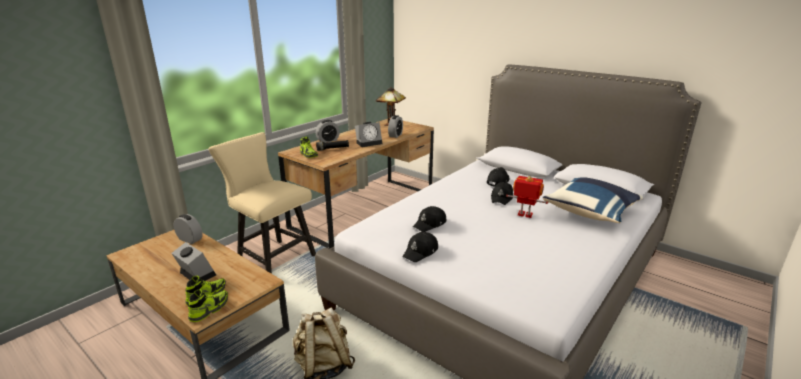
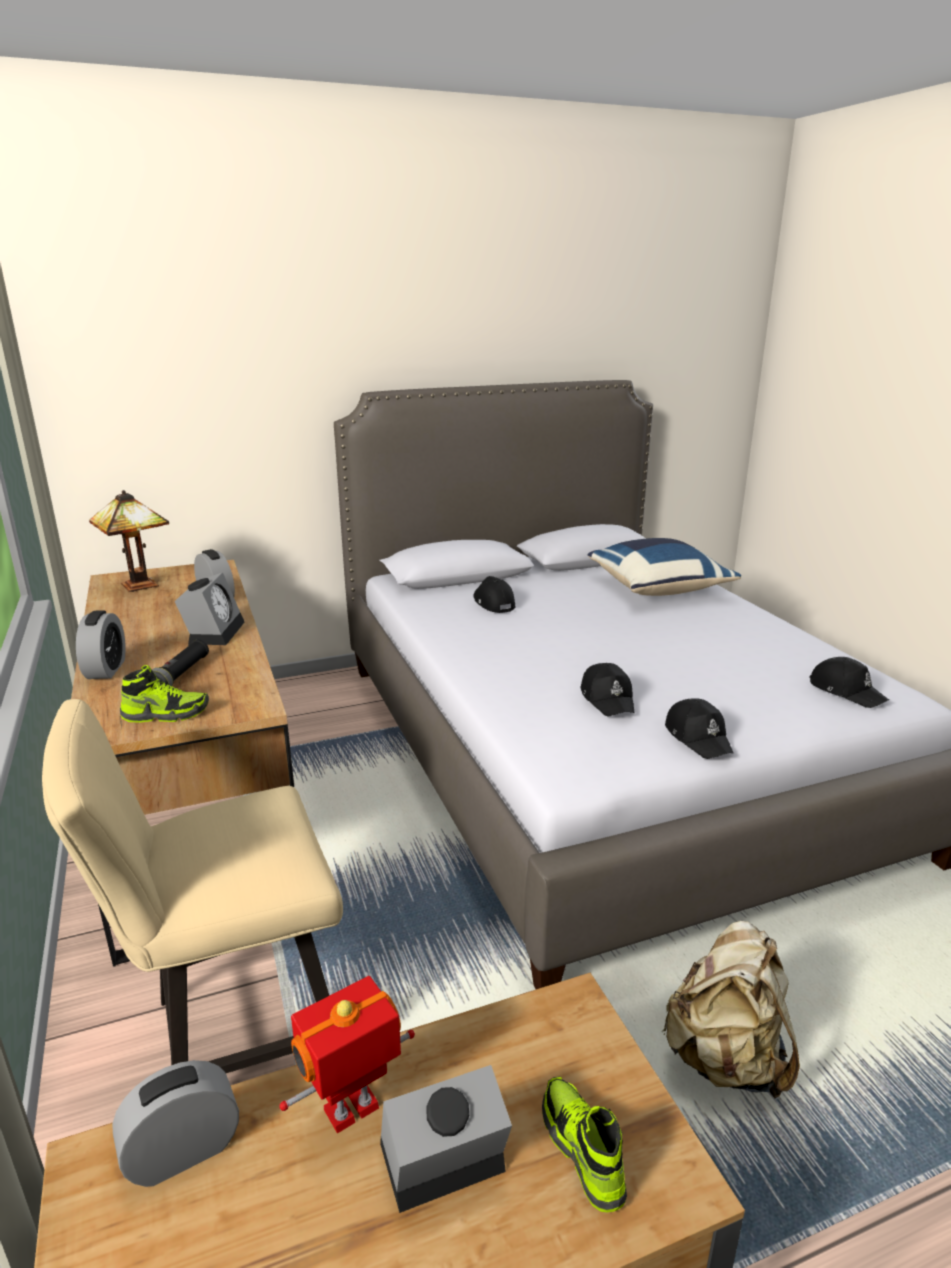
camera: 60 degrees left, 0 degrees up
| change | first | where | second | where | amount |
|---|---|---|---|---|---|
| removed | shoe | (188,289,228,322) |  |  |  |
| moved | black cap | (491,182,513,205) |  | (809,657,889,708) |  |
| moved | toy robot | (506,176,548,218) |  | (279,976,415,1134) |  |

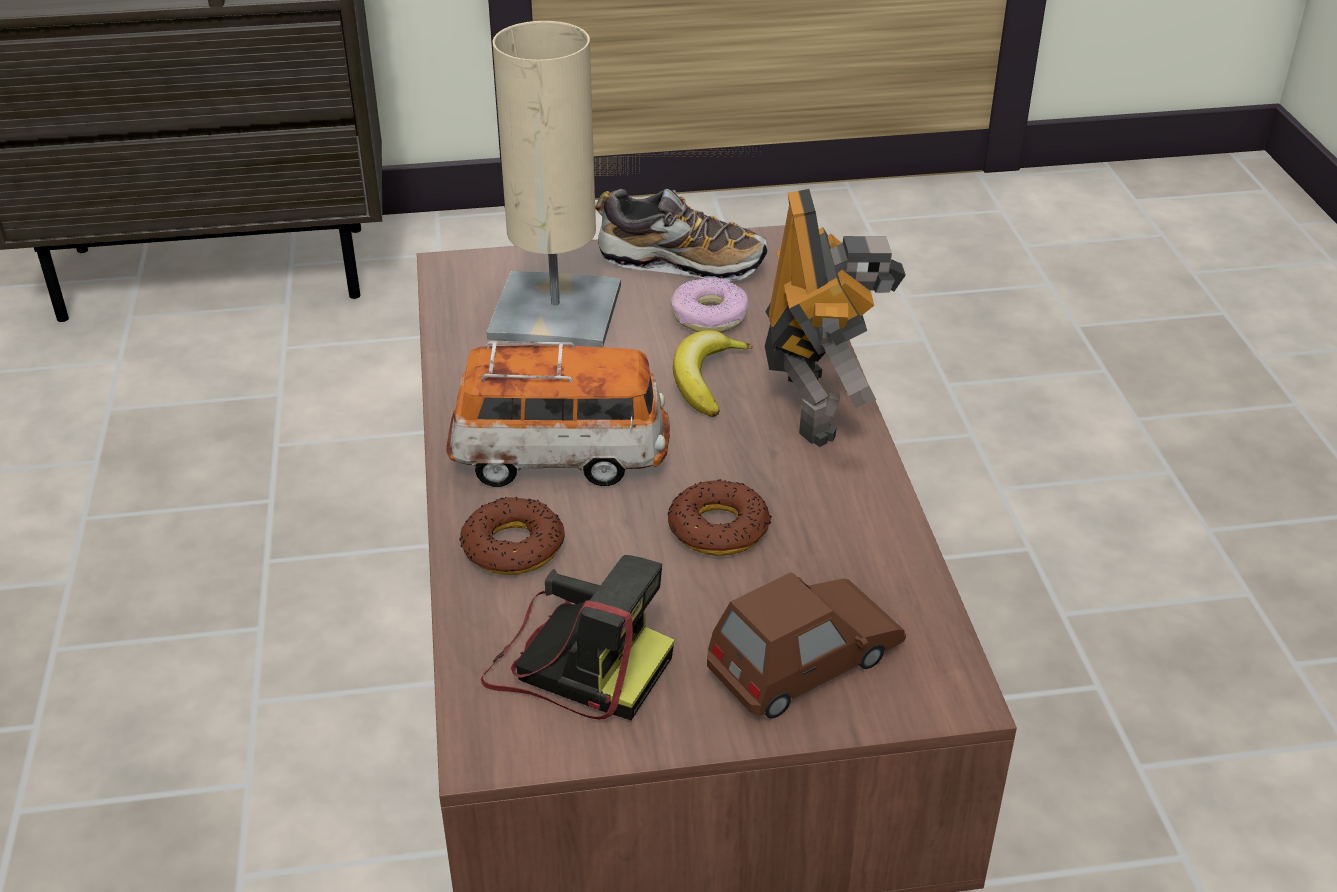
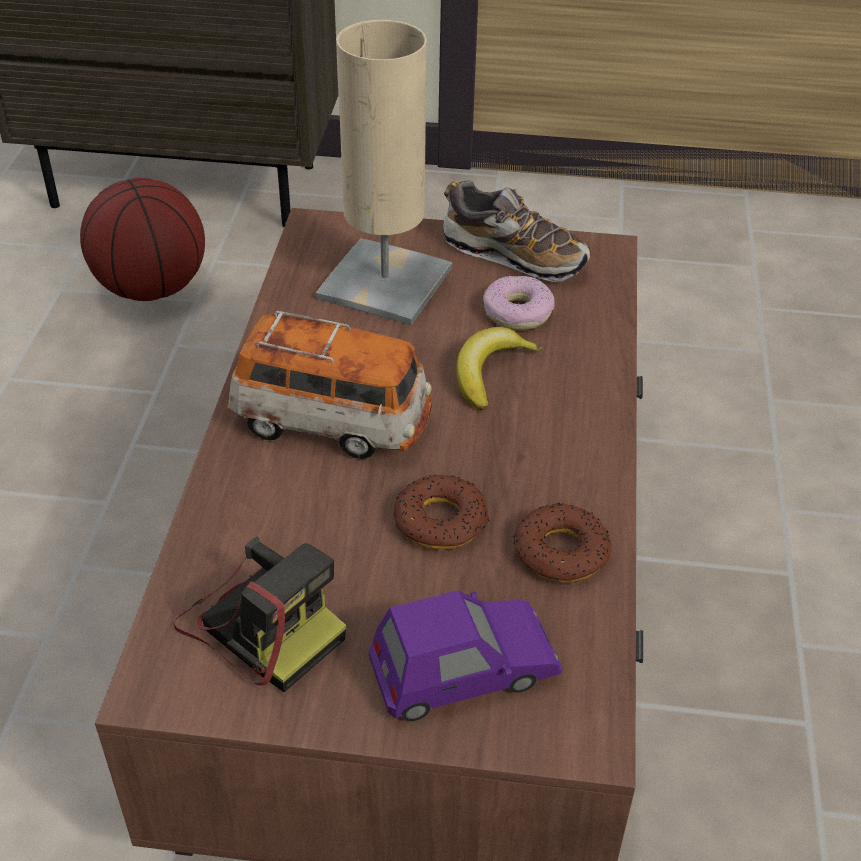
camera: 15 degrees right, 5 degrees up
| change | first | where | second | where | amount |
|---|---|---|---|---|---|
| moved | donut | (460,497,565,575) |  | (514,502,612,582) |  |
| recoloured | brown toy car | (707,572,906,719) | purple toy car | (369,590,563,721) |  |
| removed | toy robot | (765,189,906,447) |  |  |  |
| added |  |  | basketball | (80,178,205,301) |  |

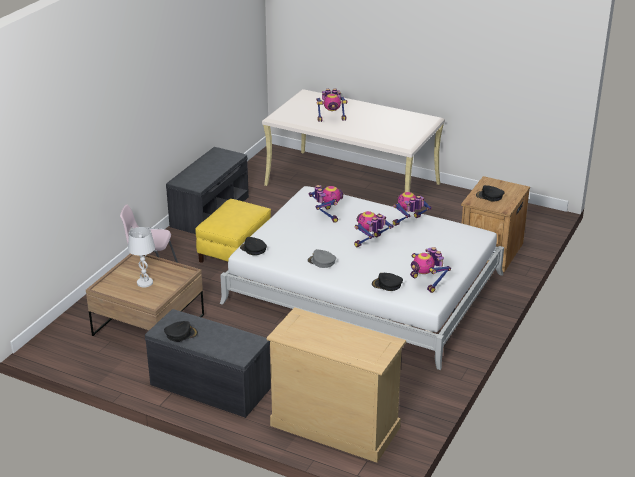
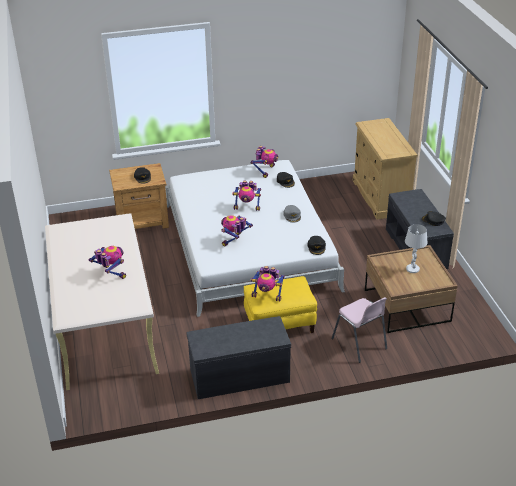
camera: 130 degrees left, 5 degrees up
| change | first | where | second | where | amount |
|---|---|---|---|---|---|
| moved | toy robot | (393,192,432,226) |  | (250,266,285,301) |  |

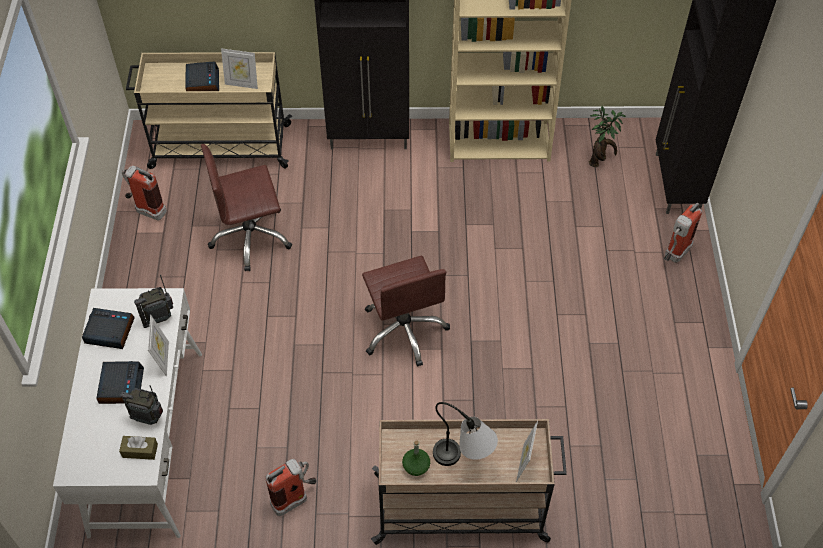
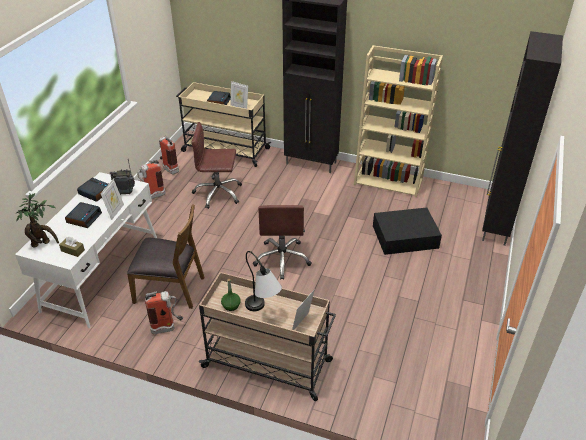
camera: 20 degrees right, 15 degrees down
| change | first | where | second | where | amount |
|---|---|---|---|---|---|
| removed | radio | (120,385,163,425) |  |  |  |
| moved | potted plant | (589,106,626,167) |  | (15,193,59,247) |  |
| moved | fire extinguisher | (664,203,702,263) |  | (137,159,165,199) |  |
| added |  |  | brown chair | (127,204,205,309) |  |
| added |  |  | black storage box | (373,207,442,255) |  |

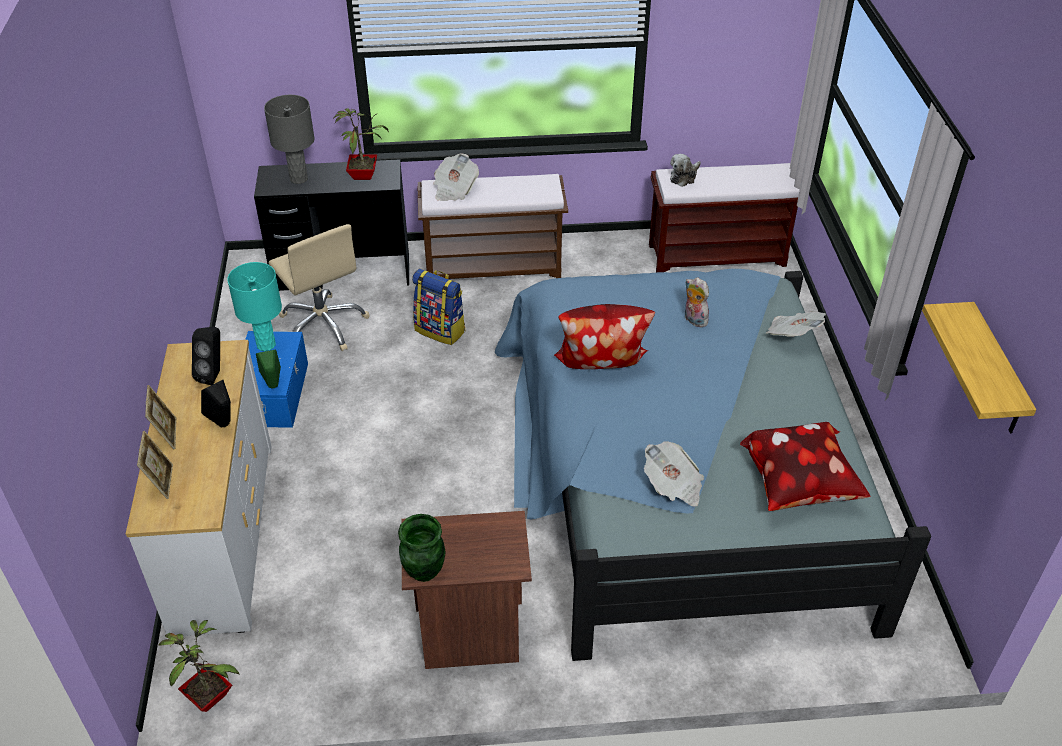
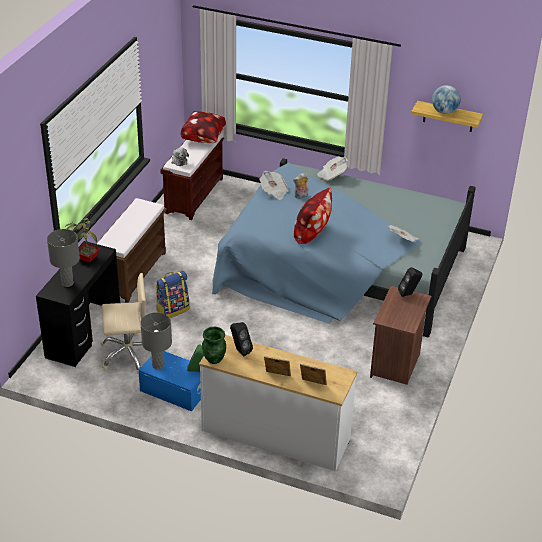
camera: 65 degrees left, 5 degrees down
| change | first | where | second | where | amount |
|---|---|---|---|---|---|
| removed | potted plant | (159,620,240,712) |  |  |  |
| moved | black speaker | (201,380,231,427) |  | (398,267,422,297) |  |
| recoloured | turquoise table lamp | (227,262,282,351) | grey table lamp | (140,312,172,370) |  |
| moved | green vase | (398,514,446,582) |  | (202,327,226,364) |  |
| moved | newspaper | (433,153,479,201) |  | (259,171,289,200) |  |
| moved | pillow | (740,422,870,511) |  | (180,111,226,143) |  |
| added |  |  | globe | (432,85,461,114) |  |

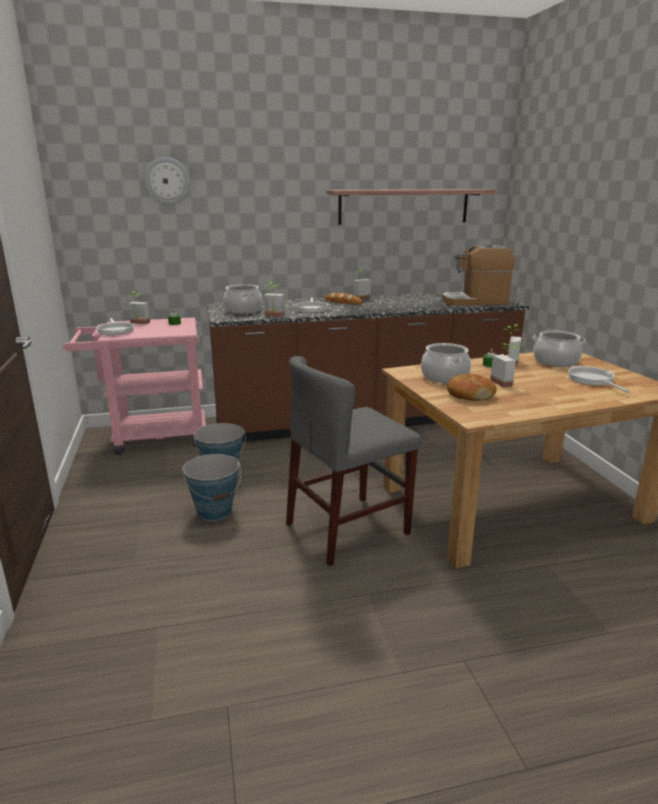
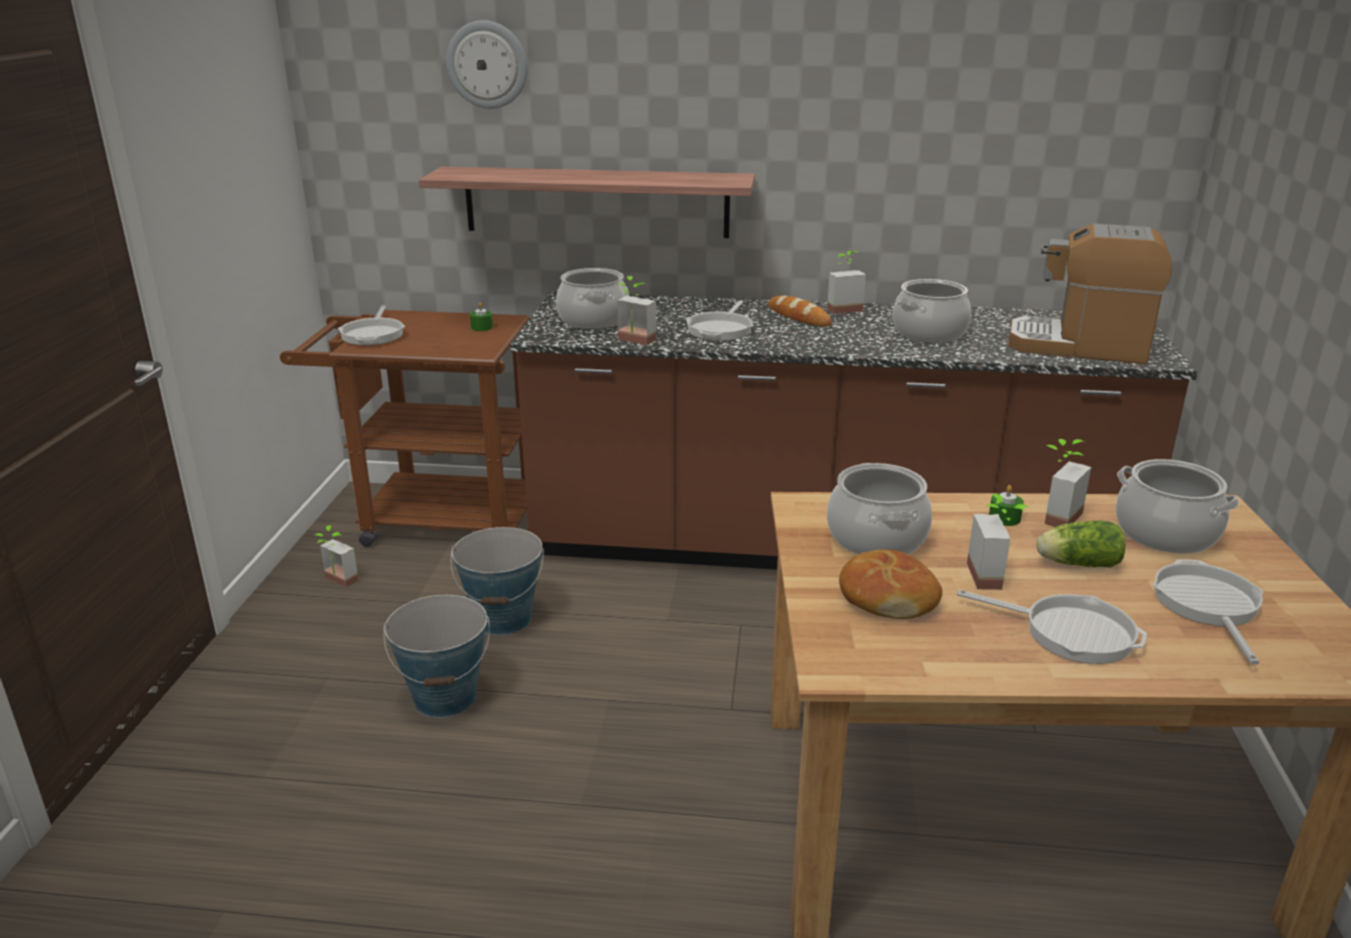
camera: 20 degrees right, 5 degrees up
| change | first | where | second | where | amount |
|---|---|---|---|---|---|
| recoloured | pink cart | (63,317,206,455) | brown cart | (280,310,530,547) |  |
| moved | potted plant | (128,291,150,324) |  | (315,525,359,588) |  |
| removed | grey chair | (286,356,421,566) |  |  |  |
| moved | shelf | (326,189,495,225) |  | (419,167,755,238) |  |
| added |  |  | cooking pot | (892,279,971,343) |  |
| added |  |  | frying pan | (957,590,1147,664) |  |
| added |  |  | lettuce | (1036,521,1125,568) |  |

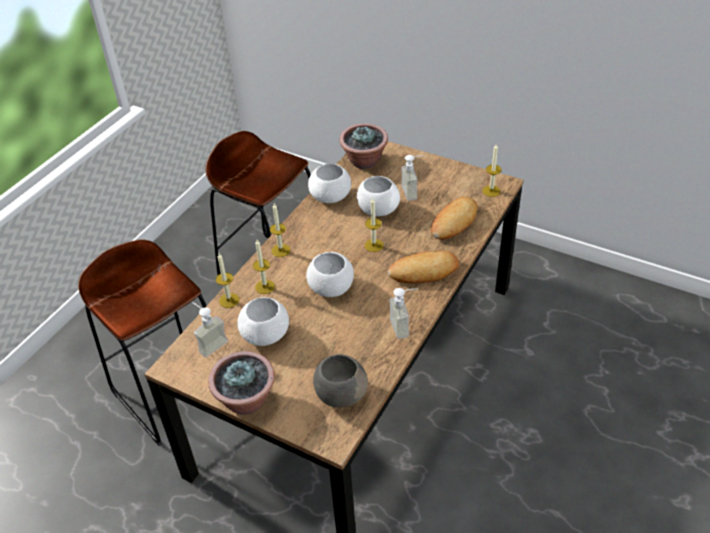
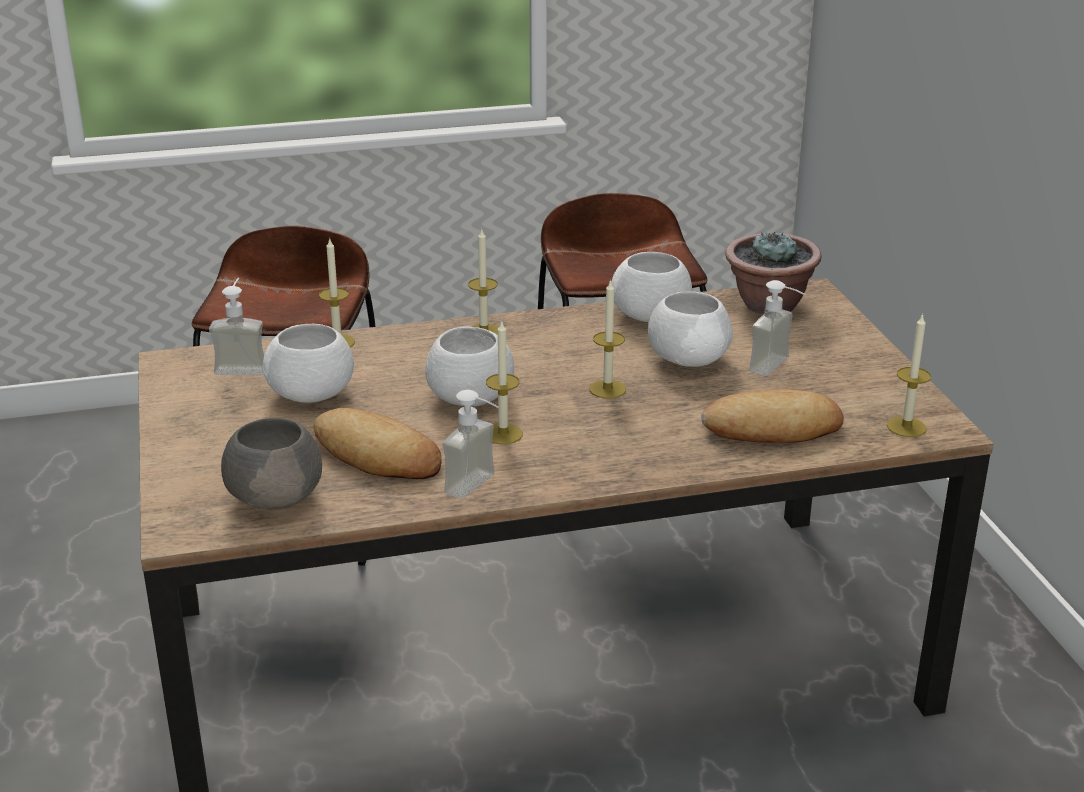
camera: 45 degrees right, 15 degrees down
| change | first | where | second | where | amount |
|---|---|---|---|---|---|
| removed | potted plant | (208,351,275,415) |  |  |  |
| moved | candle | (253,240,275,294) |  | (486,320,523,444) |  |
| moved | bread | (388,251,459,283) |  | (314,408,441,479) |  |

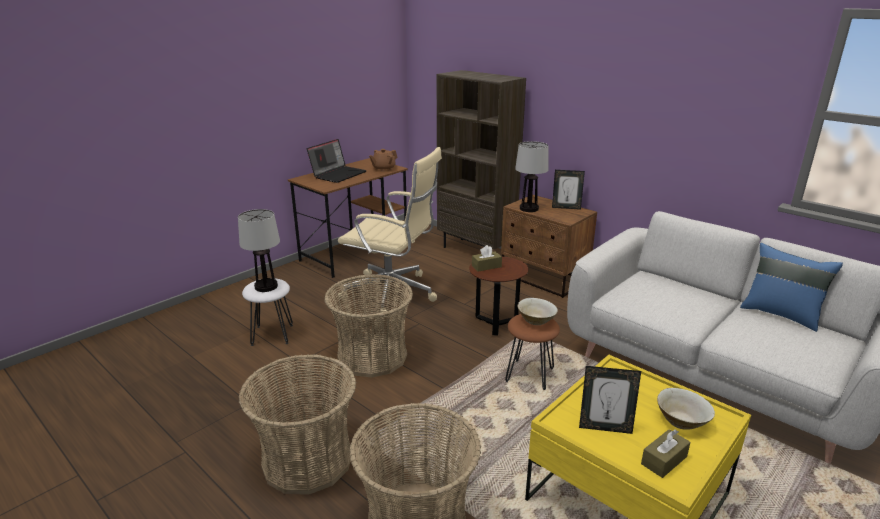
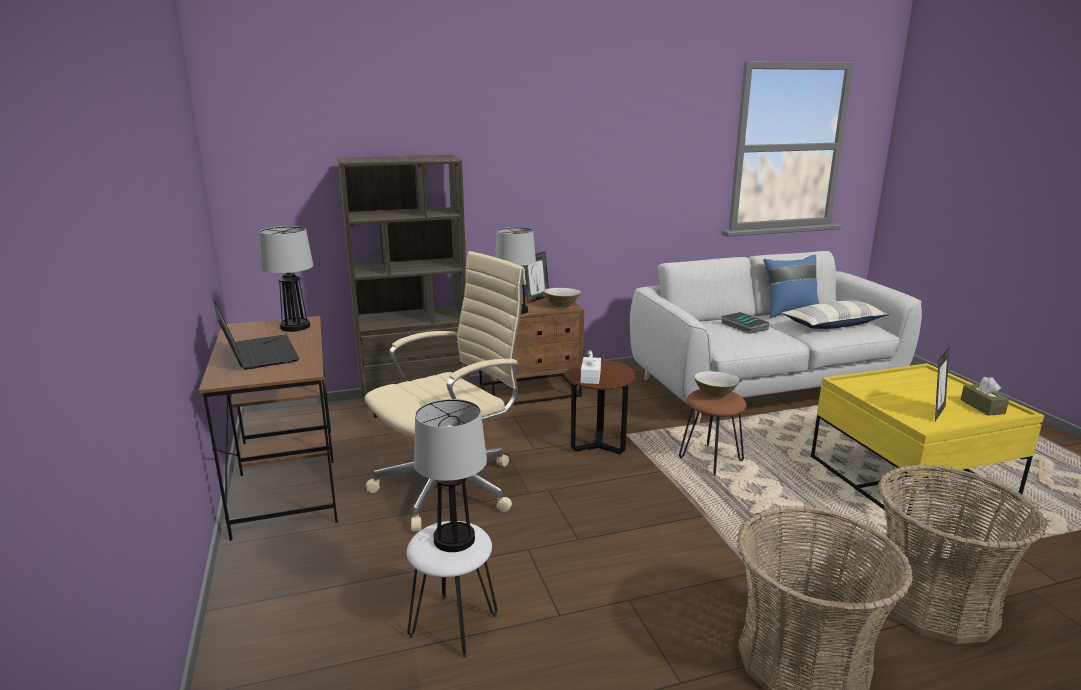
camera: 60 degrees left, 5 degrees down
| change | first | where | second | where | amount |
|---|---|---|---|---|---|
| removed | basket | (324,274,413,378) |  |  |  |
| replaced | brown teapot | (369,149,397,172) | table lamp | (259,226,313,332) |  |
| recoloured | brown tissue box | (472,245,502,272) | white tissue box | (581,350,601,384) |  |
| moved | beige bowl | (657,388,715,430) |  | (544,288,581,307) |  |
| added |  |  | book | (722,312,770,334) |  |
| added |  |  | pillow | (782,300,889,329) |  |

